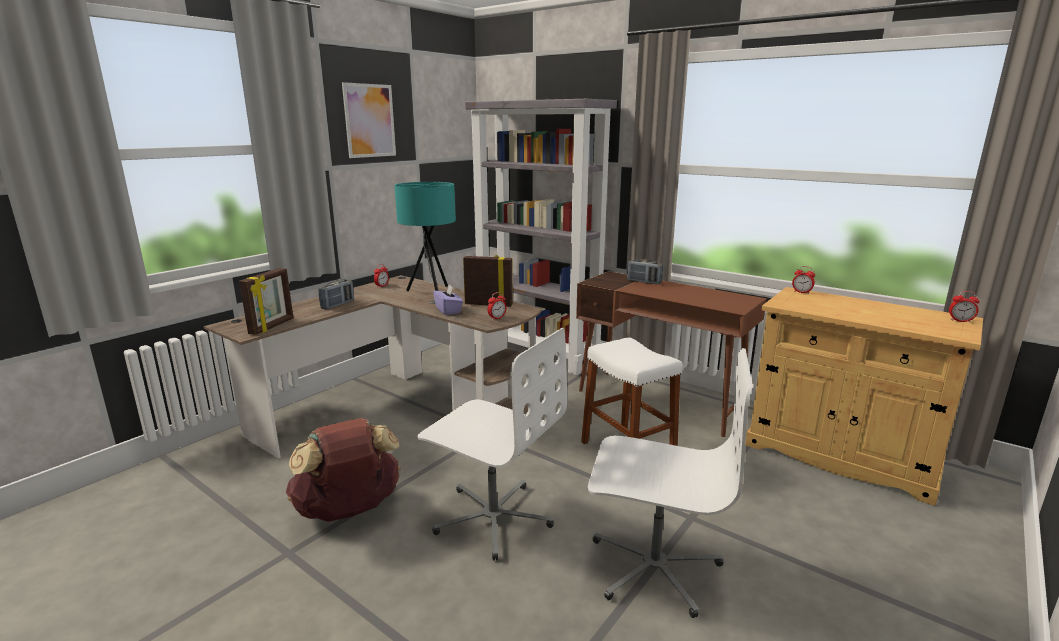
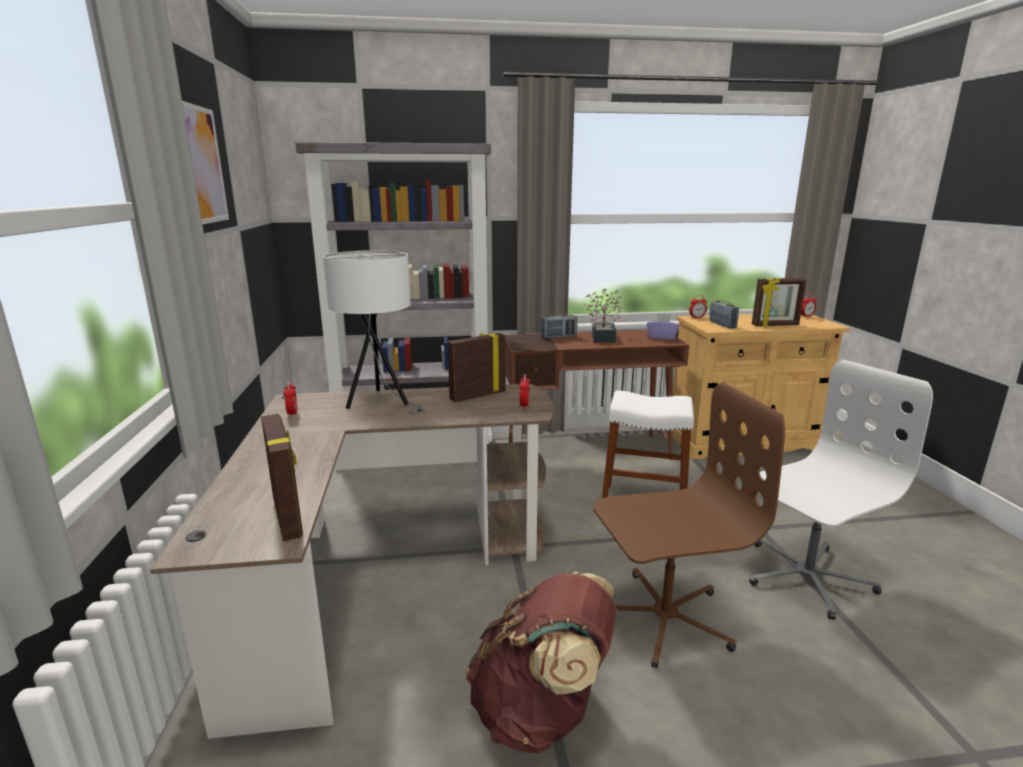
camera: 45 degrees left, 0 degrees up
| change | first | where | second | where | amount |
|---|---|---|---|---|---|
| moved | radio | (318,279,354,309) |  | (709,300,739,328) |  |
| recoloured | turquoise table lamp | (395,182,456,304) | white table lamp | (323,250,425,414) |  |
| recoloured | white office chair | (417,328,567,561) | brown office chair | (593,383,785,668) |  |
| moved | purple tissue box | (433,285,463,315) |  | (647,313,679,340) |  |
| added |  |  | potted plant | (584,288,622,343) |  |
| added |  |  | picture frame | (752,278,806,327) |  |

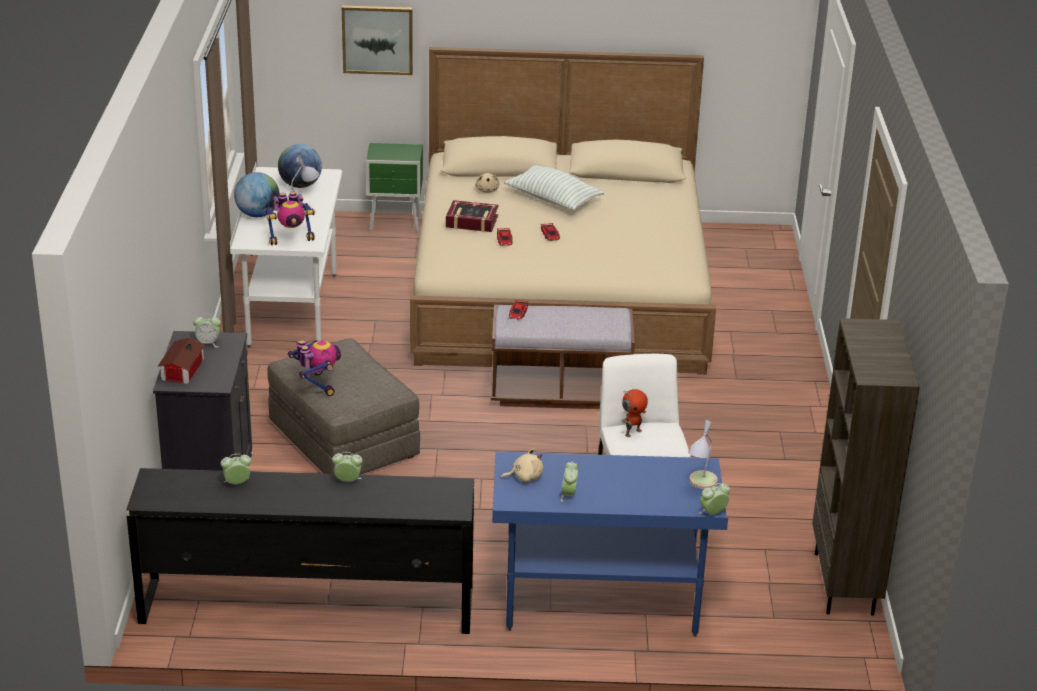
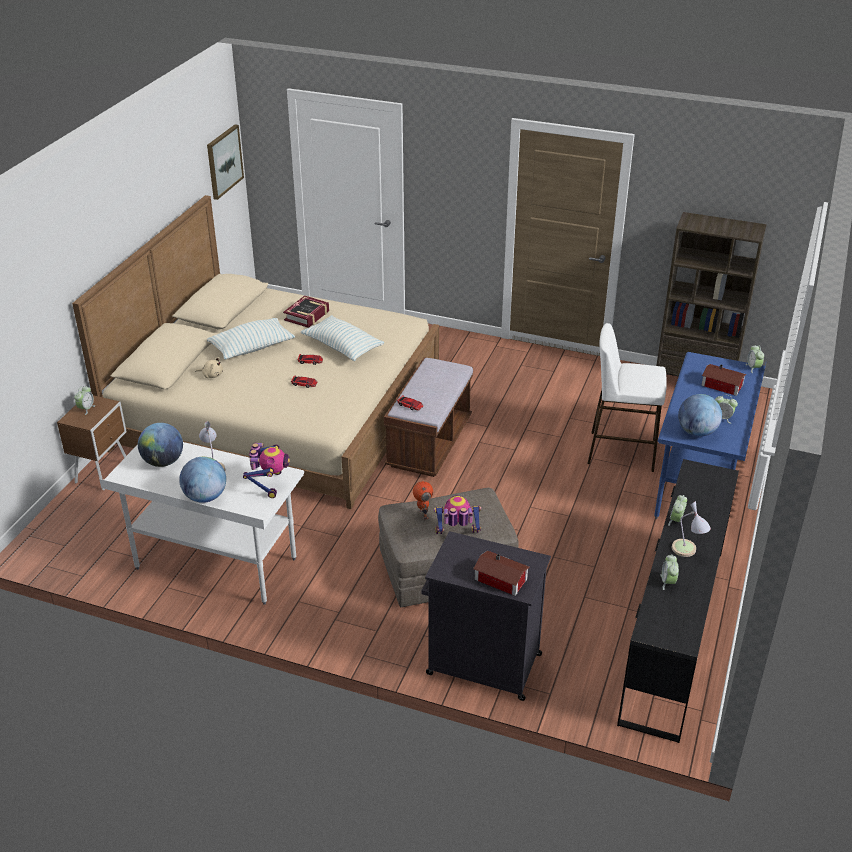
camera: 70 degrees left, 5 degrees up
| change | first | where | second | where | amount |
|---|---|---|---|---|---|
| moved | alarm clock | (193,313,221,348) |  | (74,386,96,415) |  |
| moved | picture | (342,6,413,75) |  | (207,125,244,200) |  |
| recoloured | green nightstand | (366,143,423,233) | brown nightstand | (57,395,127,490) |  |
| moved | book | (446,200,499,232) |  | (283,296,329,328) |  |
| replaced | beige plush toy | (501,448,543,482) | globe | (678,394,722,437) |  |
| moved | toy robot | (621,389,648,437) |  | (413,481,433,520) |  |
| moved | table lamp | (688,420,718,489) |  | (672,501,711,557) |  |
| added |  |  | pillow | (300,315,384,361) |  |
| added |  |  | toy house | (701,364,746,396) |  |

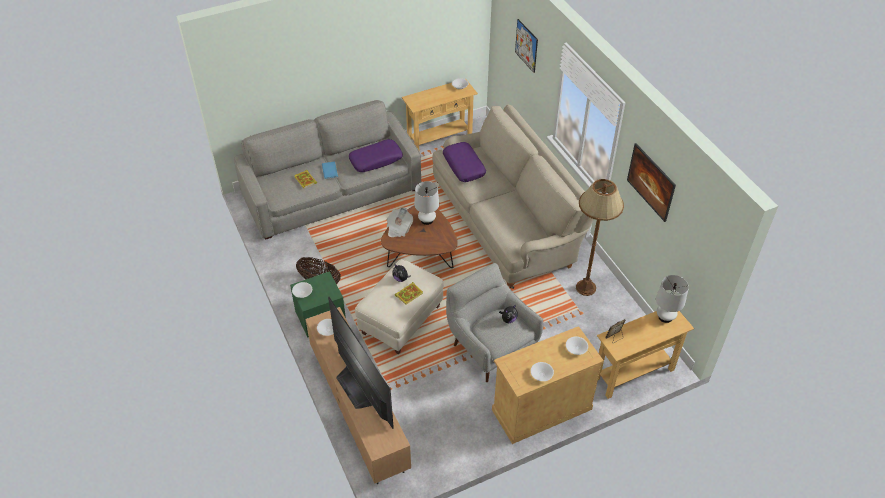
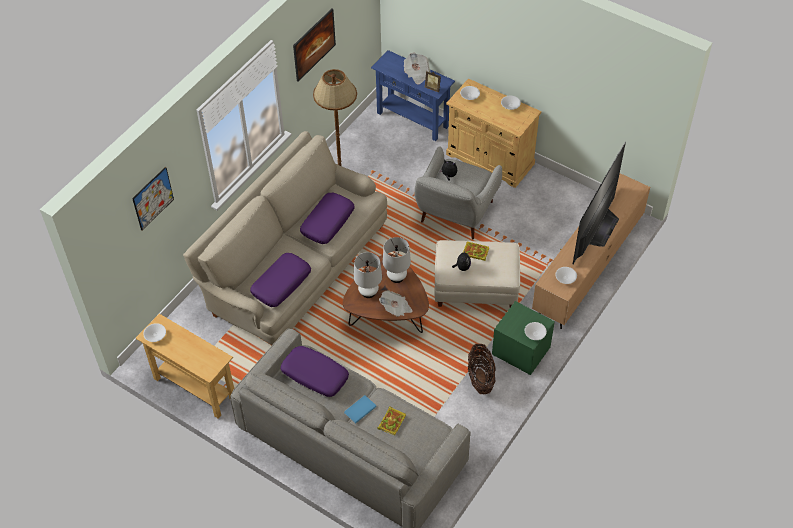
camera: 120 degrees left, 5 degrees up
| change | first | where | second | where | amount |
|---|---|---|---|---|---|
| recoloured | beige console table | (597,311,694,399) | blue console table | (371,50,455,141) |  |
| moved | white table lamp | (656,275,689,323) |  | (383,237,411,283) |  |
| added |  |  | purple pillow | (300,193,355,244) |  |
| added |  |  | newspaper | (404,52,430,85) |  |

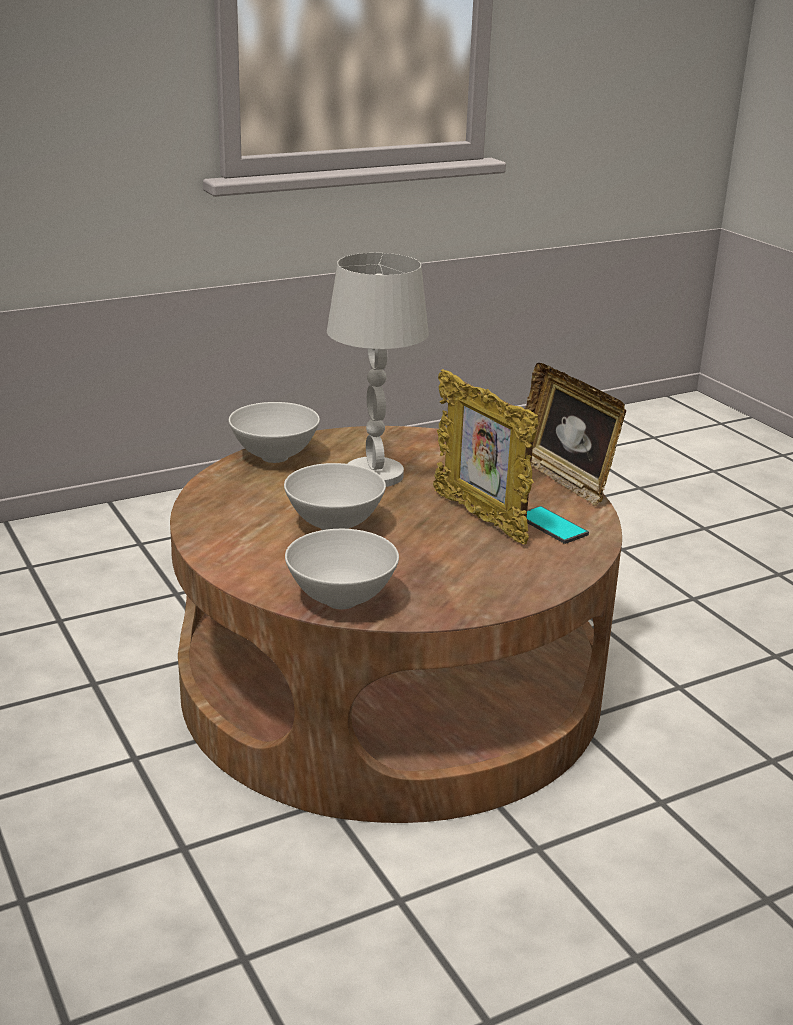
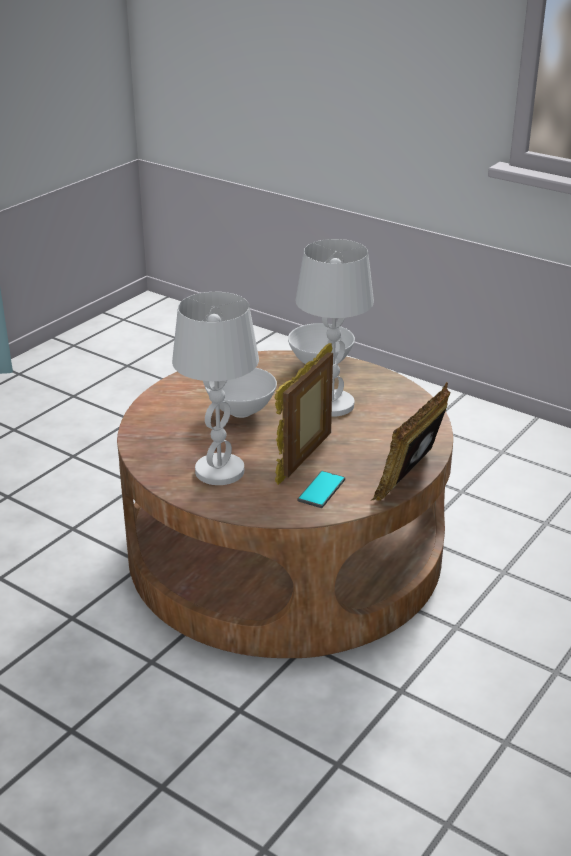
camera: 65 degrees right, 5 degrees up
| change | first | where | second | where | amount |
|---|---|---|---|---|---|
| removed | white bowl | (285,529,399,609) |  |  |  |
| added |  |  | white table lamp | (172,292,259,485) |  |

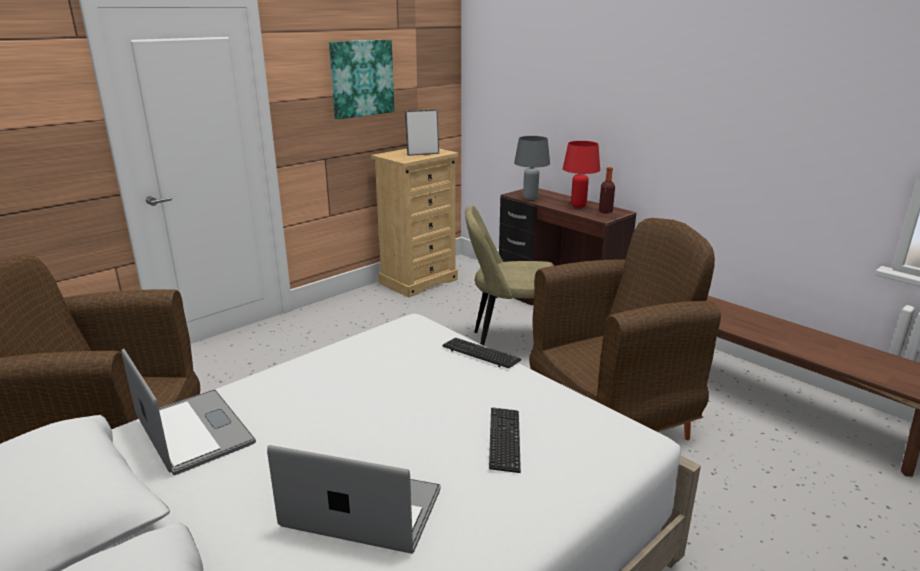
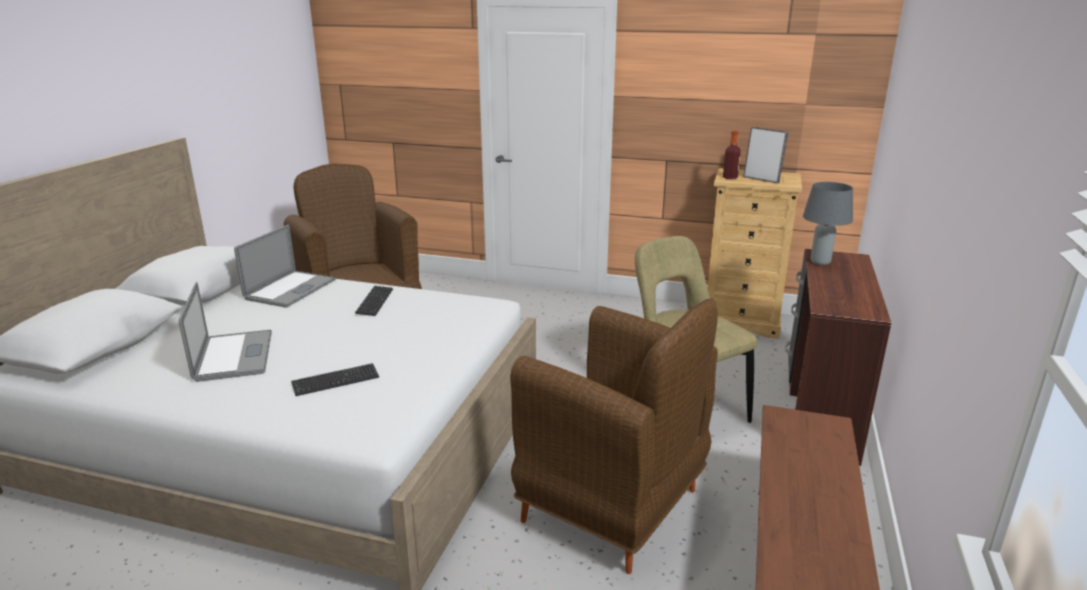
camera: 60 degrees right, 0 degrees up
| change | first | where | second | where | amount |
|---|---|---|---|---|---|
| removed | picture | (329,39,394,119) |  |  |  |
| moved | keyboard | (442,337,521,368) |  | (355,286,393,316) |  |
| removed | red table lamp | (563,141,600,208) |  |  |  |
| moved | bottle | (599,167,615,214) |  | (723,131,741,179) |  |

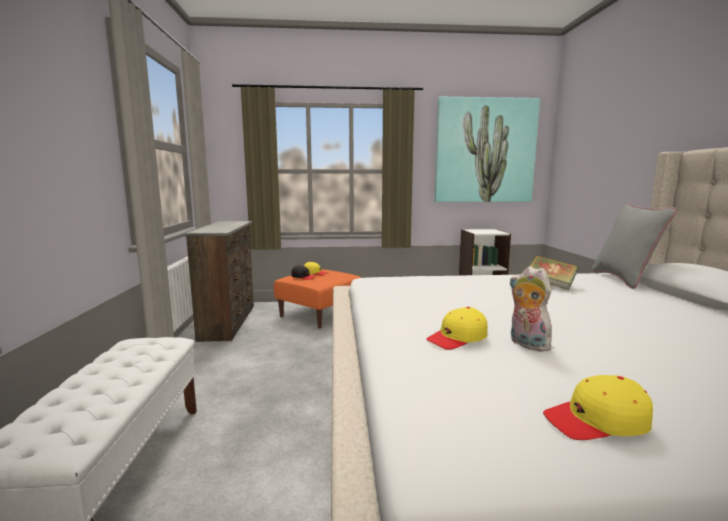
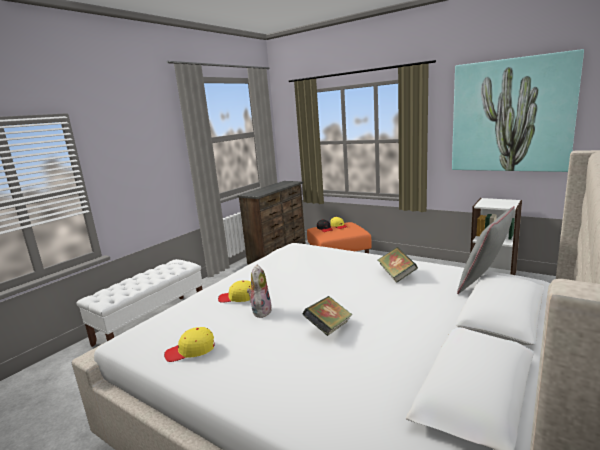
camera: 40 degrees right, 5 degrees up
| change | first | where | second | where | amount |
|---|---|---|---|---|---|
| turned | yellow cap | (543,375,653,440) |  | (164,327,215,362) | 45 degrees counterclockwise |
| added |  |  | book | (303,296,352,336) |  |

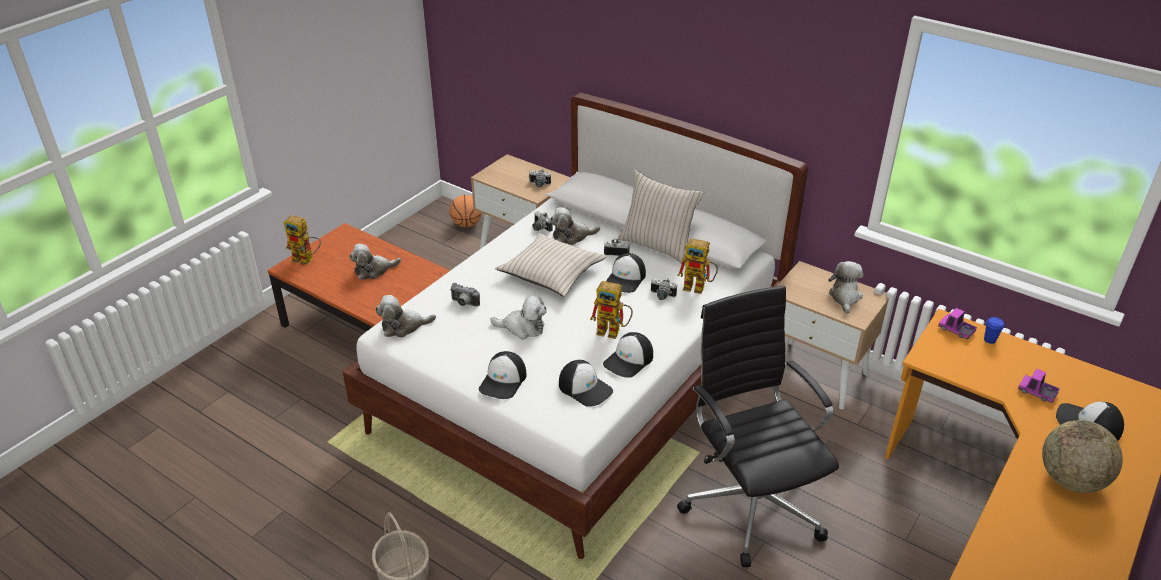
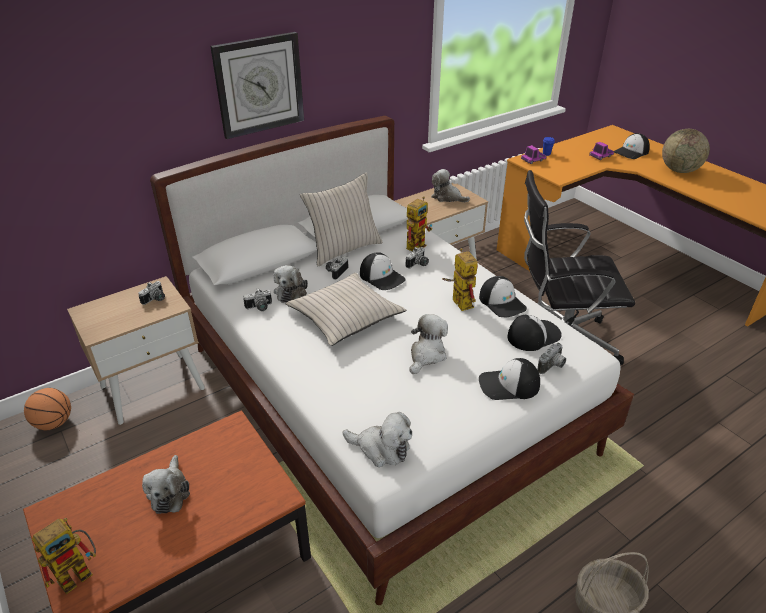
camera: 70 degrees left, 0 degrees up
| change | first | where | second | where | amount |
|---|---|---|---|---|---|
| turned | plush toy | (375,295,436,338) |  | (343,412,412,467) | 75 degrees counterclockwise |
| moved | photo camera | (451,283,480,307) |  | (537,343,566,374) |  |
| turned | cap | (479,351,527,399) |  | (479,358,540,400) | 135 degrees clockwise |
| turned | toy robot | (590,281,633,339) |  | (442,248,478,311) | 60 degrees counterclockwise |
| added |  |  | wall clock | (210,32,304,139) |  |

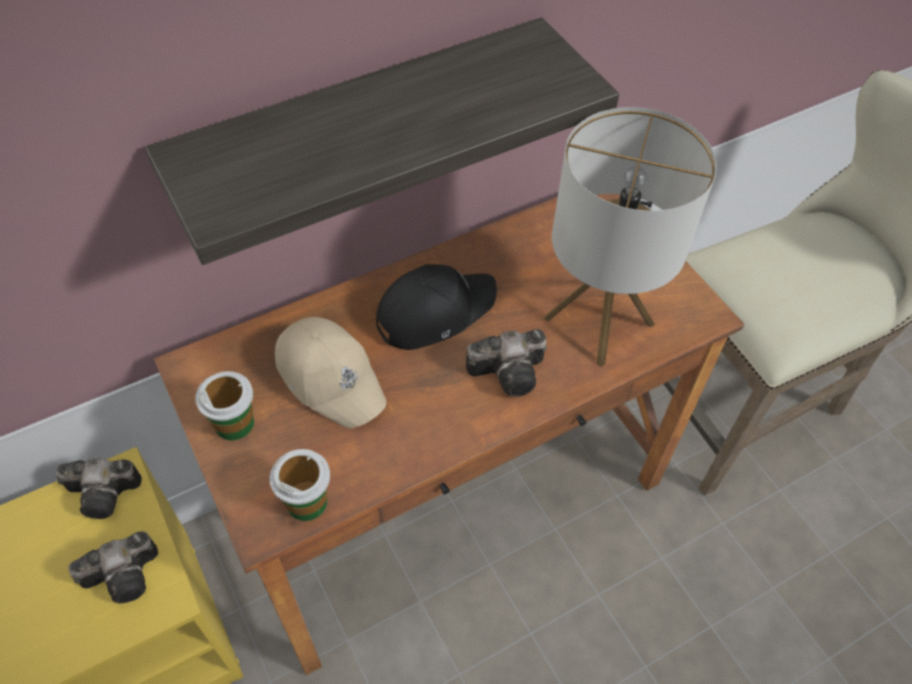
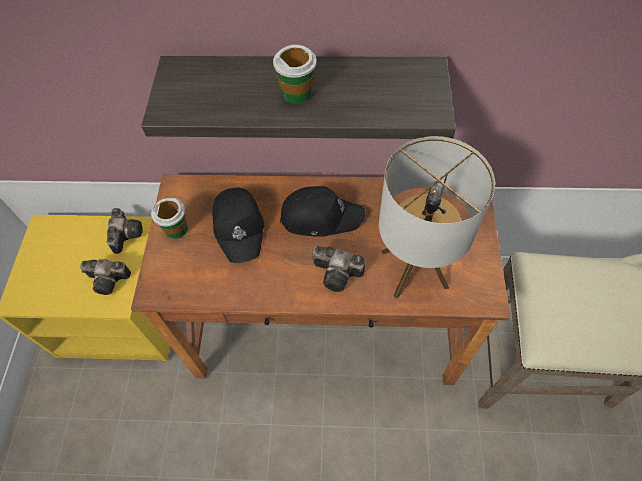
camera: 35 degrees right, 5 degrees up
| change | first | where | second | where | amount |
|---|---|---|---|---|---|
| turned | photo camera | (55,458,142,519) |  | (107,208,143,254) | 120 degrees counterclockwise |
| moved | cup | (270,449,330,521) |  | (273,45,317,104) |  |
| recoloured | beige cap | (275,317,387,428) | black cap | (213,188,264,263) |  |

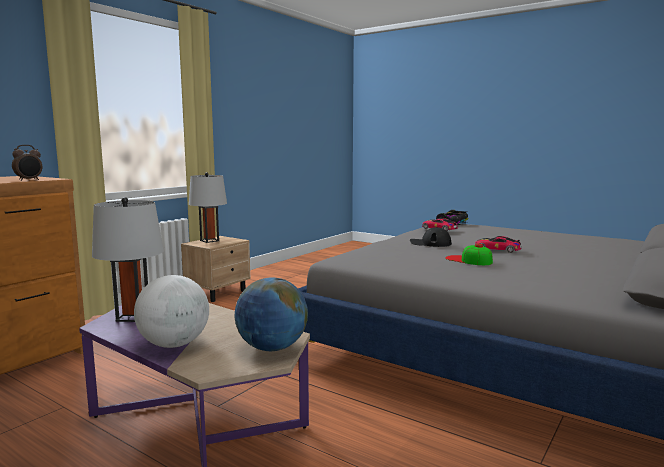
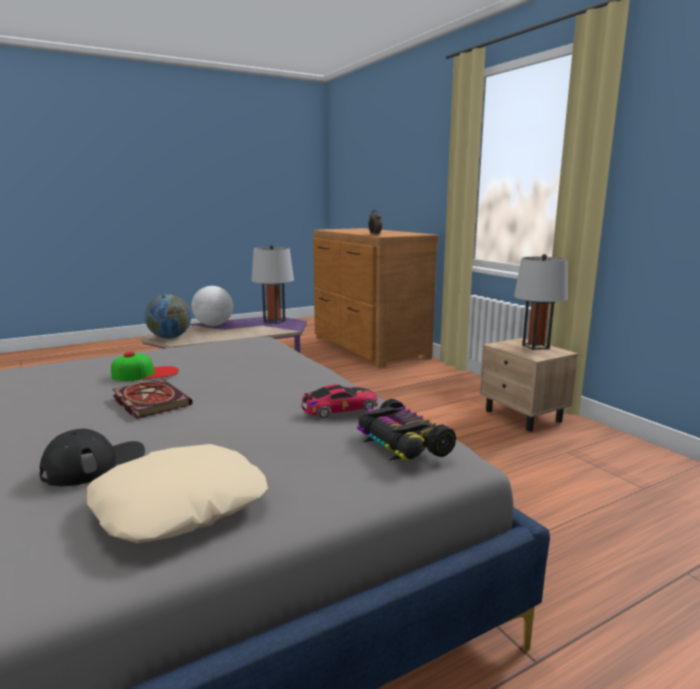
camera: 115 degrees right, 5 degrees up
| change | first | where | second | where | amount |
|---|---|---|---|---|---|
| moved | black cap | (410,227,452,247) |  | (39,428,145,486) |  |
| replaced | toy car | (475,236,521,253) | book | (112,379,193,419) |  |
| added |  |  | beige pillow | (87,444,268,543) |  |

